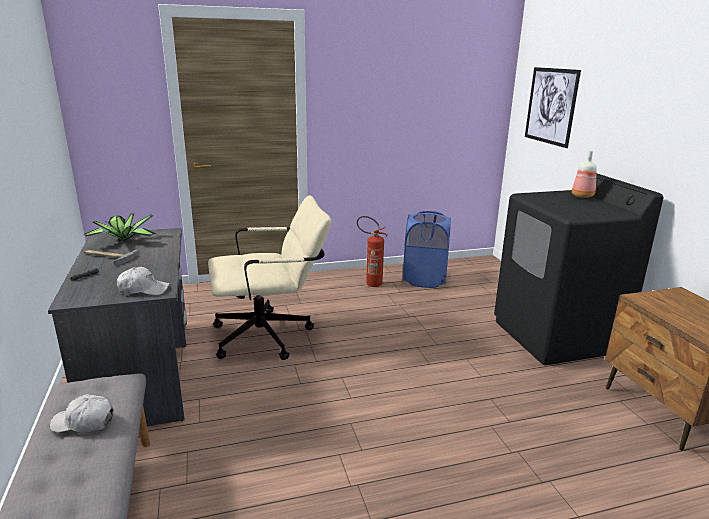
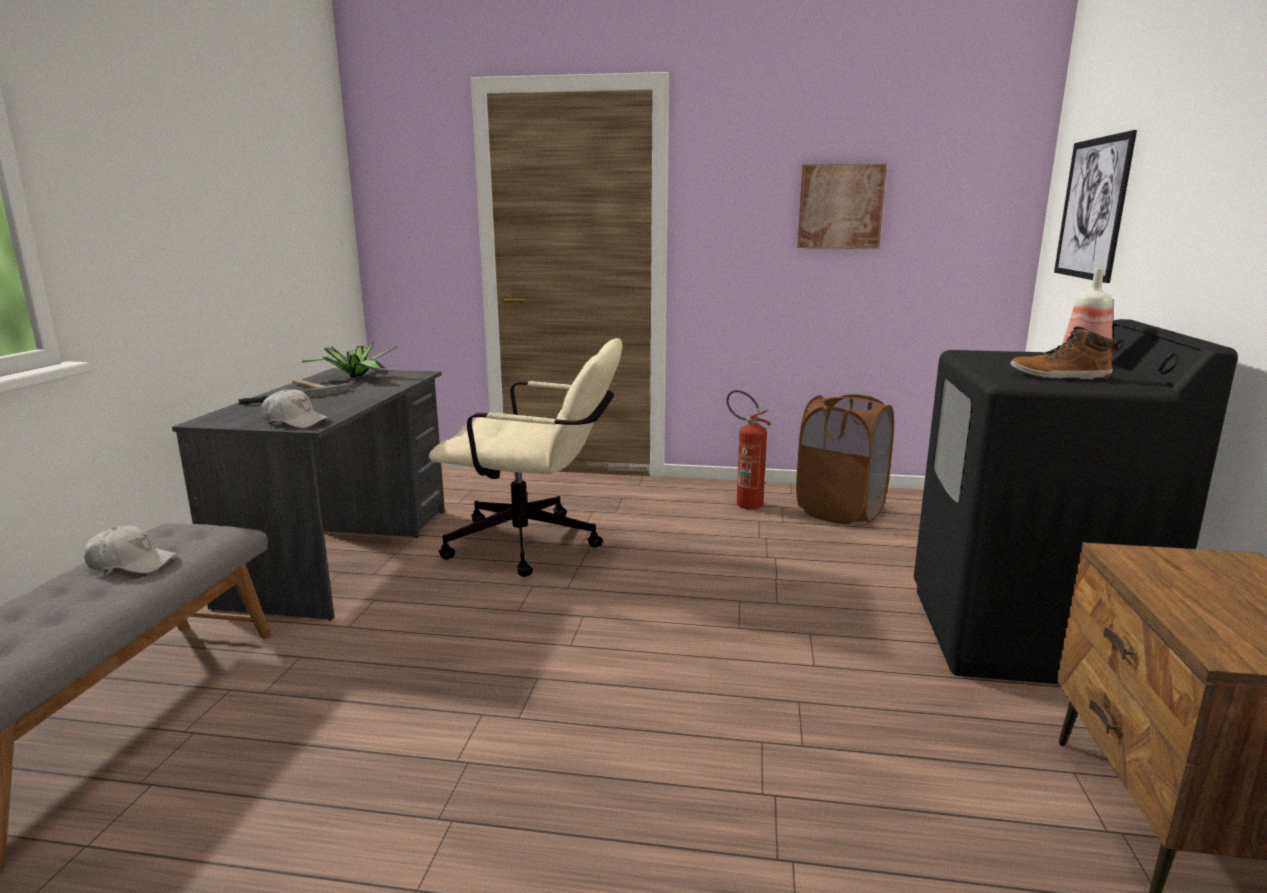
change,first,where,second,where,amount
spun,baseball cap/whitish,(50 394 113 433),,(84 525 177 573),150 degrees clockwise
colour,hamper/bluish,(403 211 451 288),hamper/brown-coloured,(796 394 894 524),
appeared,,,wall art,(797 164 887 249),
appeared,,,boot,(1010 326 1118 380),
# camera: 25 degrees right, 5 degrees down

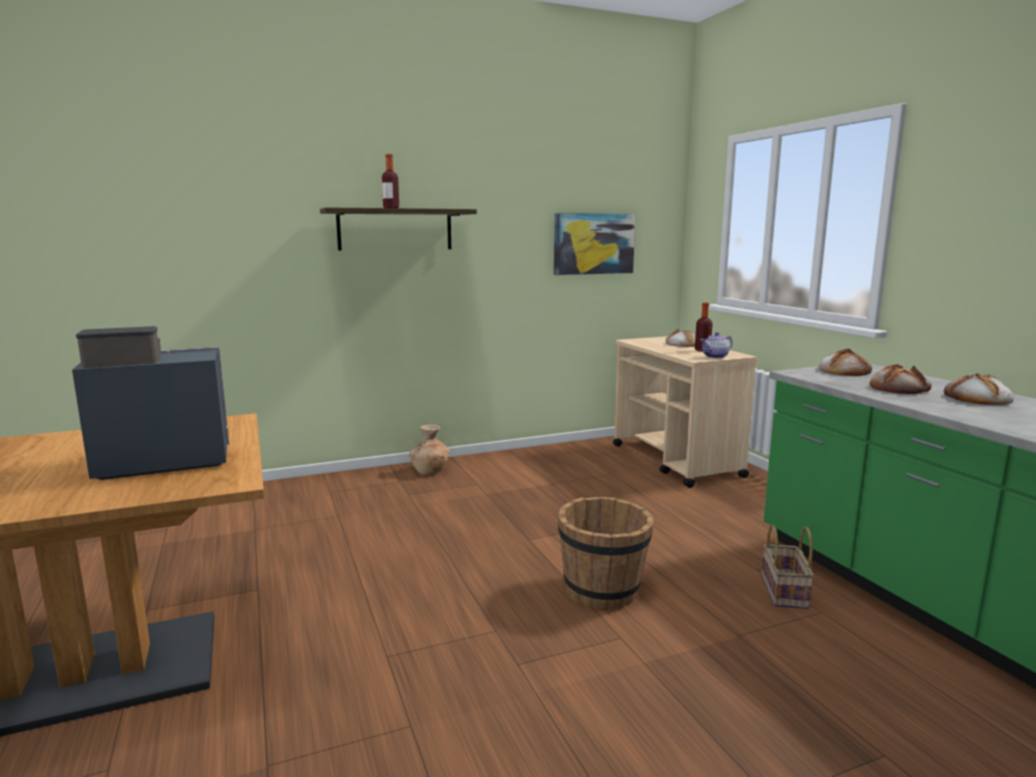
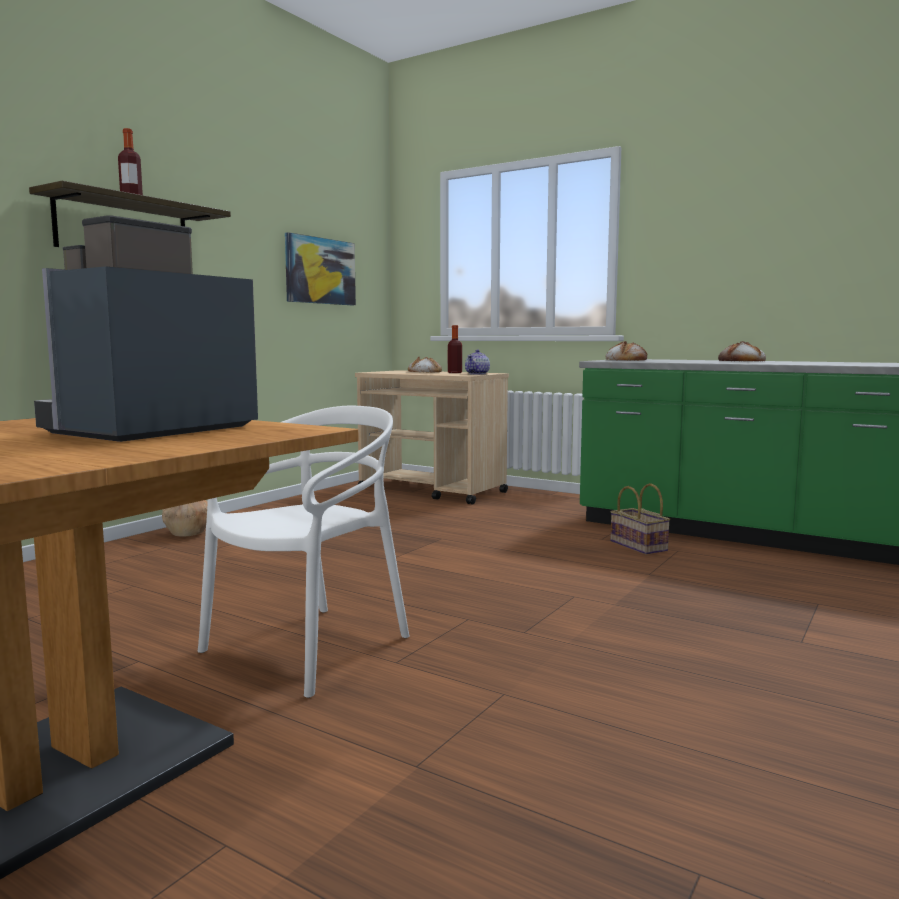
change,first,where,second,where,amount
appeared,,,chair/whitish,(197 406 409 698),
missing,water bucket/brown-coloured,(558 497 653 610),,,
missing,bread,(869 364 932 394),,,
# camera: 35 degrees left, 5 degrees down

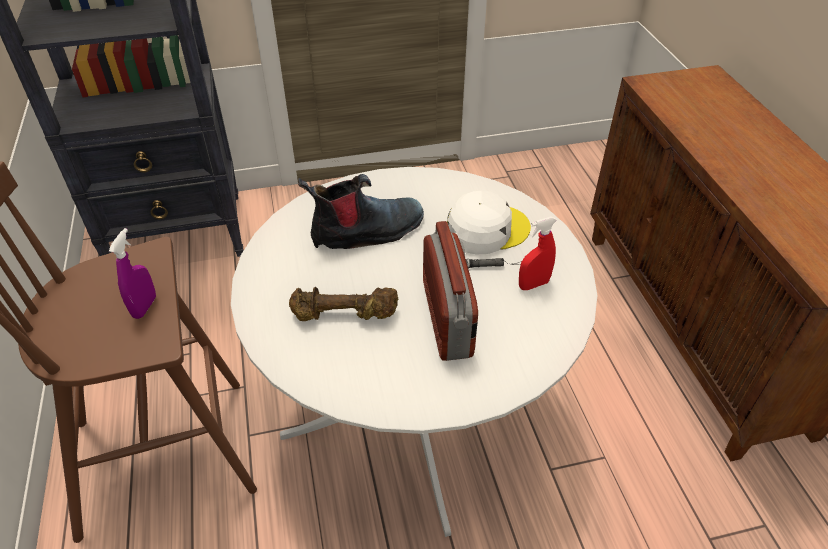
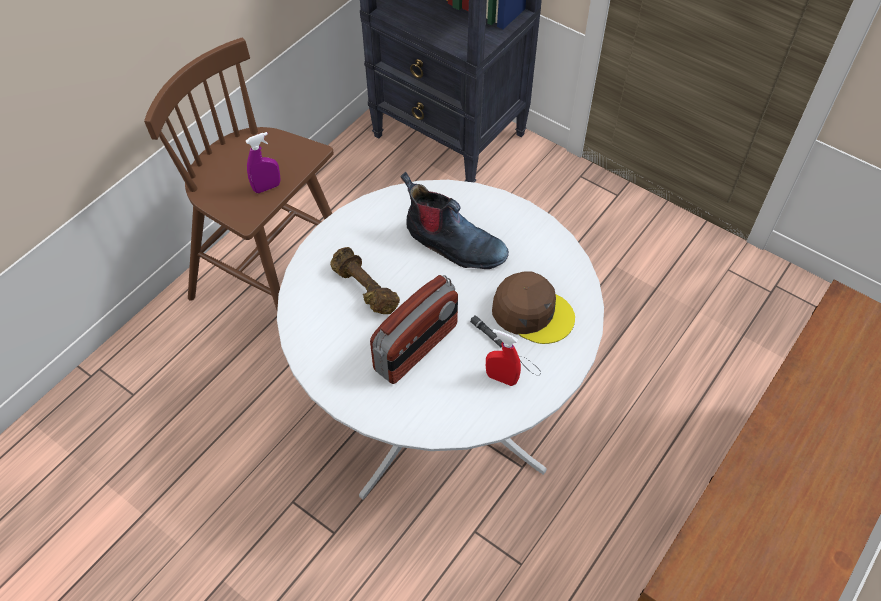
change,first,where,second,where,amount
colour,baseball cap/whitish,(447 191 531 254),baseball cap/brown-coloured,(492 272 575 344),
# camera: 50 degrees right, 10 degrees up

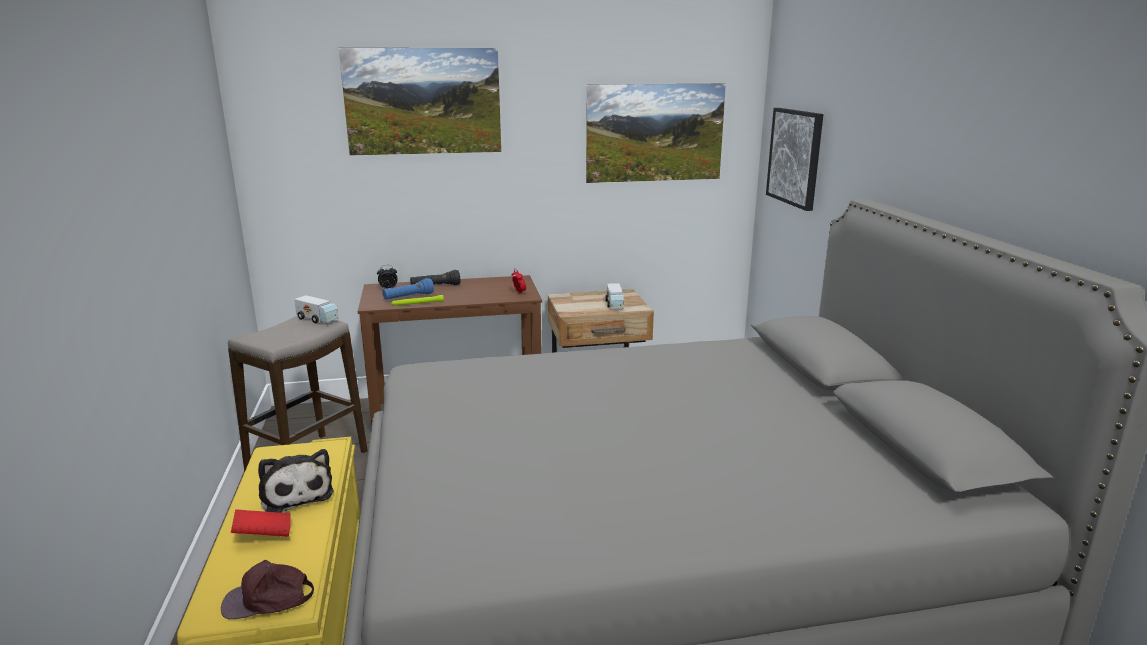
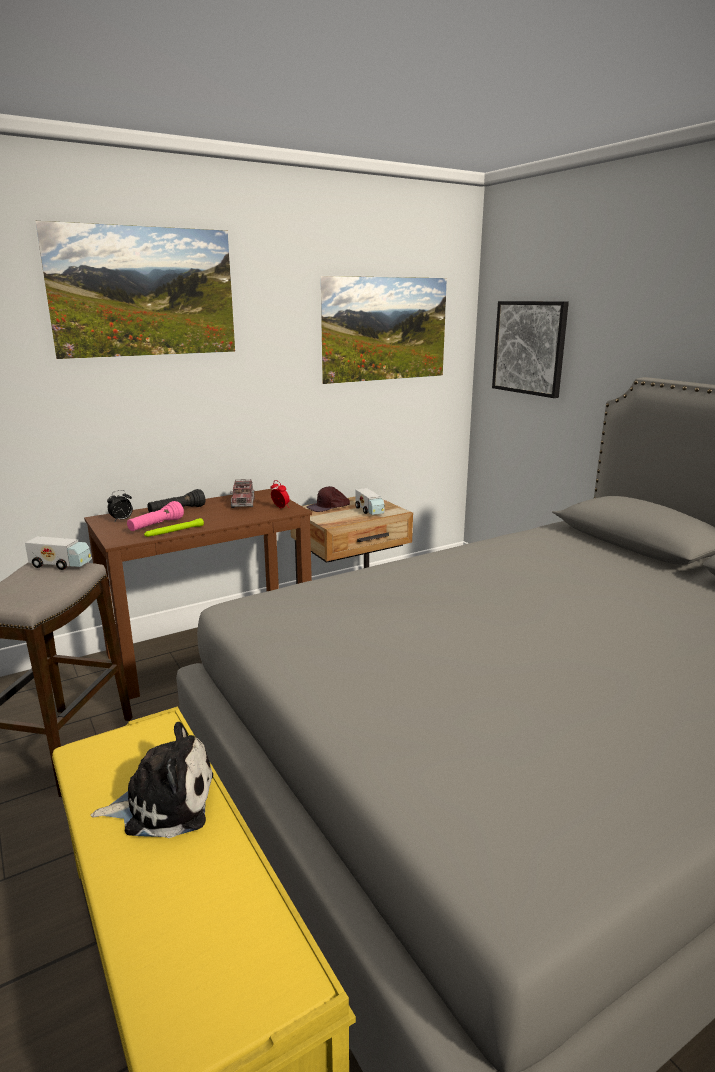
change,first,where,second,where,amount
spun,cuddly toy,(258 449 334 513),,(91 722 213 838),45 degrees counterclockwise
colour,hand torch/bluish,(383 278 434 300),hand torch/pinkish,(127 501 184 531),
appeared,,,toy truck,(230 479 254 508),
relocated,baseball cap/brown-coloured,(221 560 314 619),,(307 486 350 512),
missing,book/red-coloured,(231 509 291 537),,,
# camera: 20 degrees left, 0 degrees up

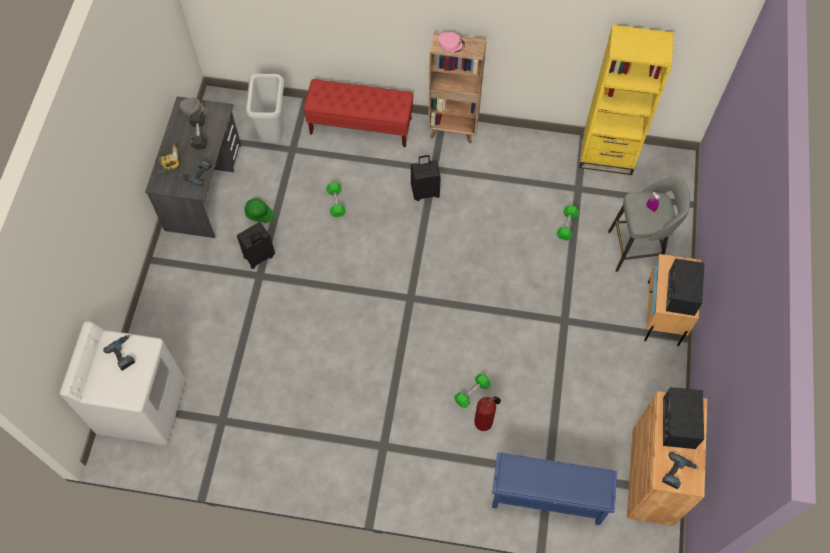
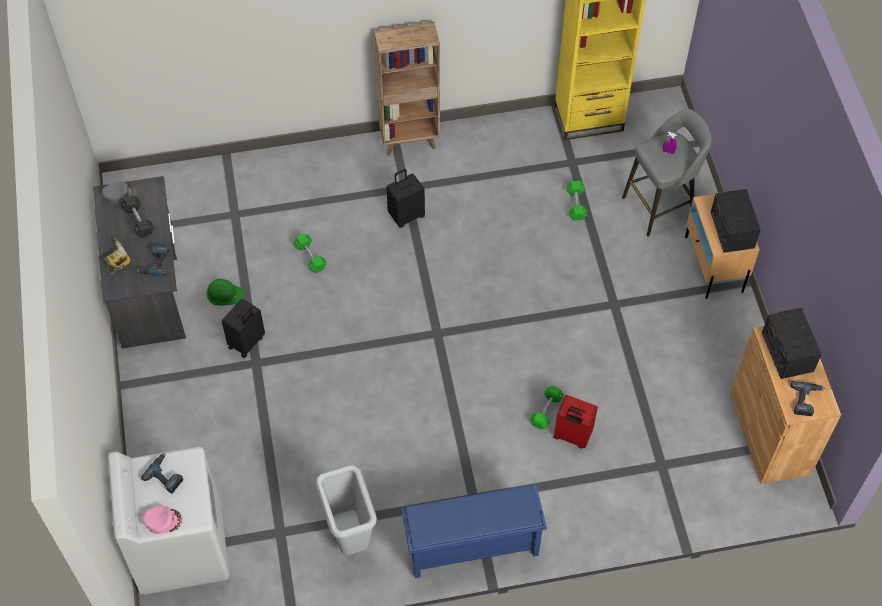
change,first,where,second,where,amount
relocated,baseball cap/pinkish,(438 33 466 53),,(142 505 182 534),
relocated,waste bin/grey,(246 74 284 143),,(316 465 377 555),
relocated,shoe stand/bluish,(492 452 617 525),,(401 484 547 578),
exchanged,extinguisher,(475 396 501 431),travel case/red-coloured,(554 395 598 448),
missing,bench/red-coloured,(304 79 413 147),,,
# camera: 20 degrees left, 5 degrees down

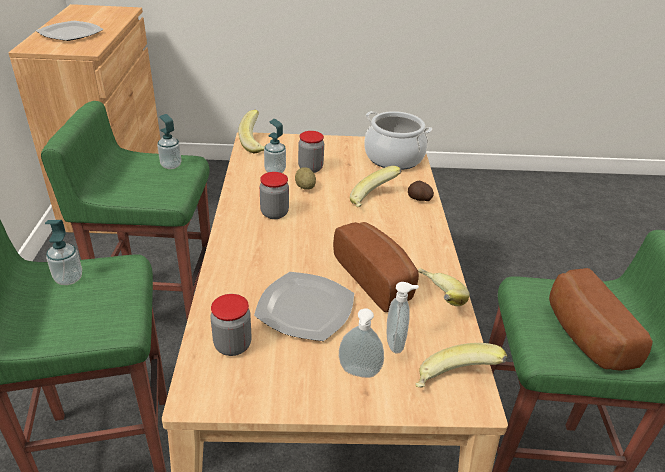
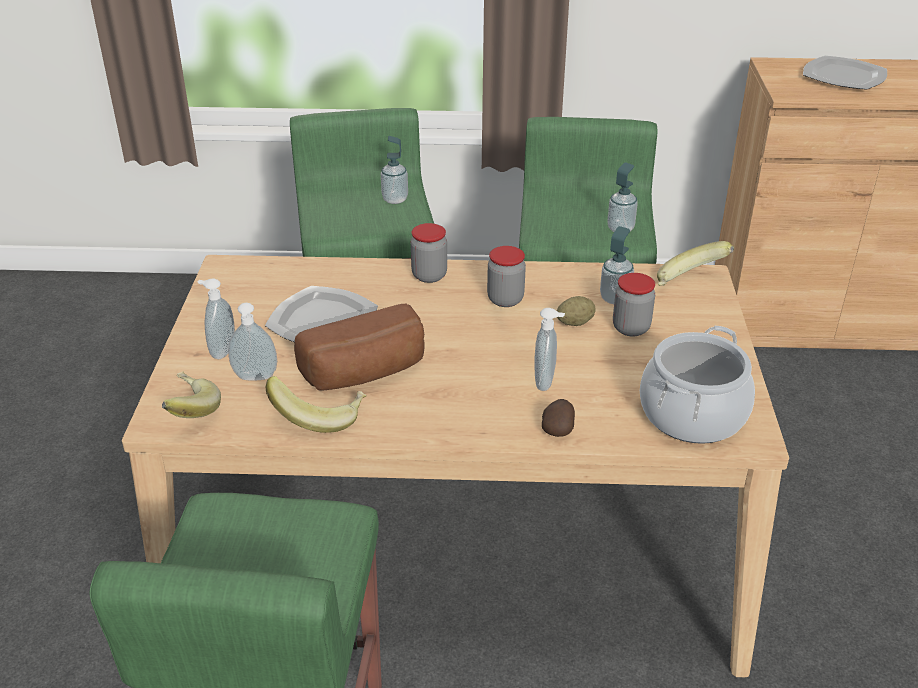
change,first,where,second,where,amount
relocated,jar,(211 294 252 356),,(411 223 447 283),
exchanged,banana fruit,(350 166 401 207),liquid soap bottle,(534 308 565 391),
missing,bread,(549 268 653 371),,,
# camera: 95 degrees right, 0 degrees up

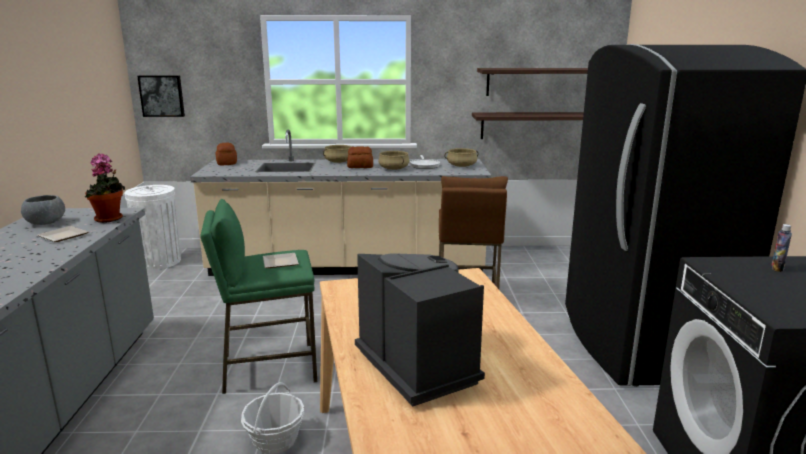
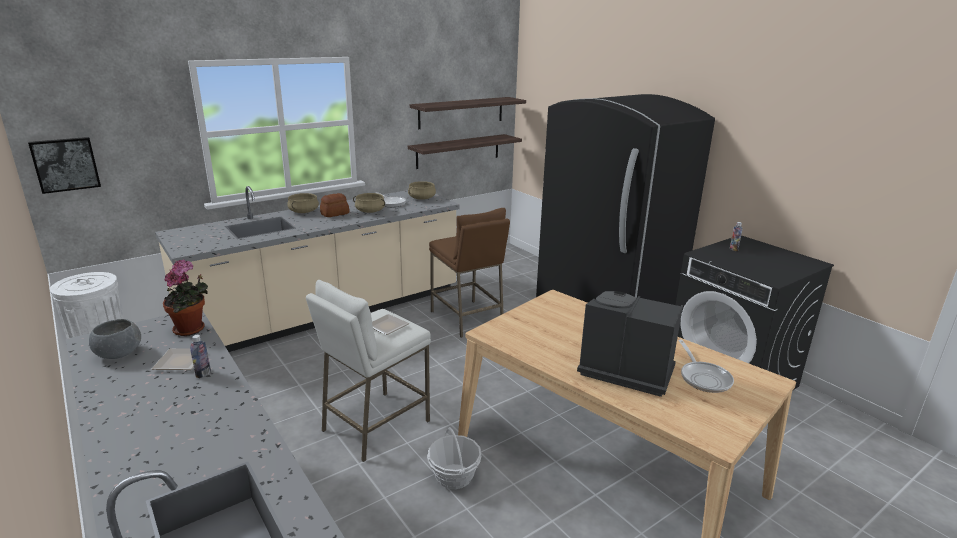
change,first,where,second,where,amount
appeared,,,drink bottle,(190 335 211 378),
colour,stool/greenish,(200 199 317 394),stool/whitish,(306 280 431 462),
appeared,,,skillet,(678 340 734 393),
missing,bread,(216 143 237 166),,,
# camera: 35 degrees left, 5 degrees up

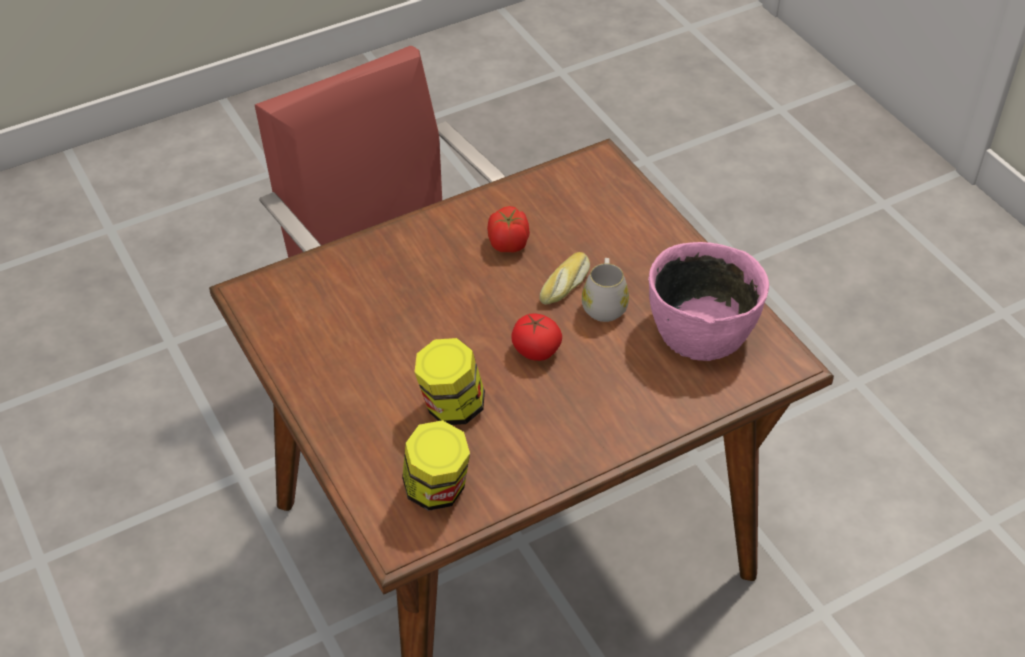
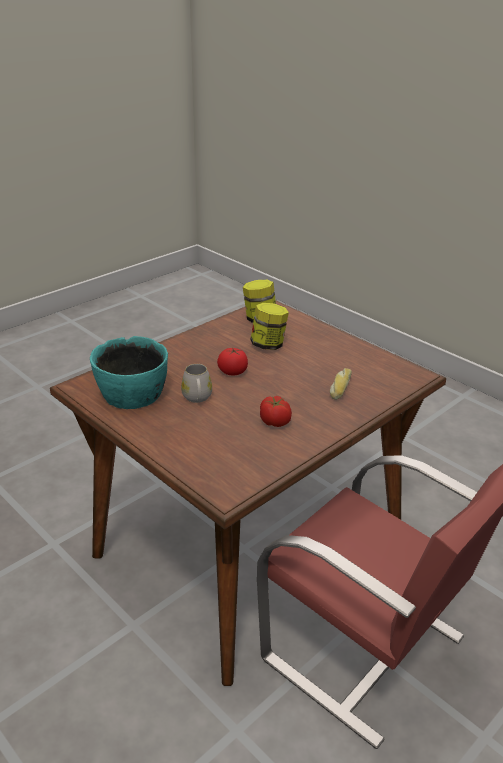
change,first,where,second,where,amount
colour,deep dish/pinkish,(648 242 769 361),deep dish/blue-green,(90 336 168 409),
relocated,bread,(539 252 590 305),,(330 368 352 400),
# camera: 165 degrees right, 15 degrees down

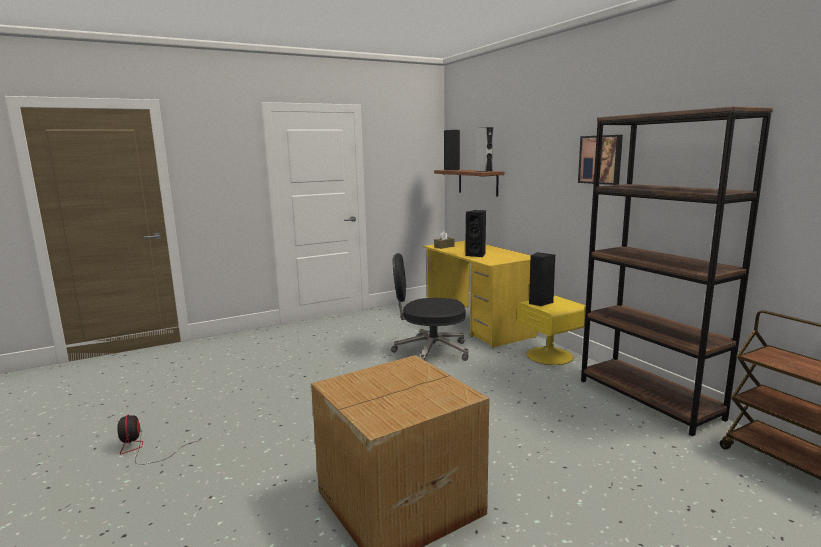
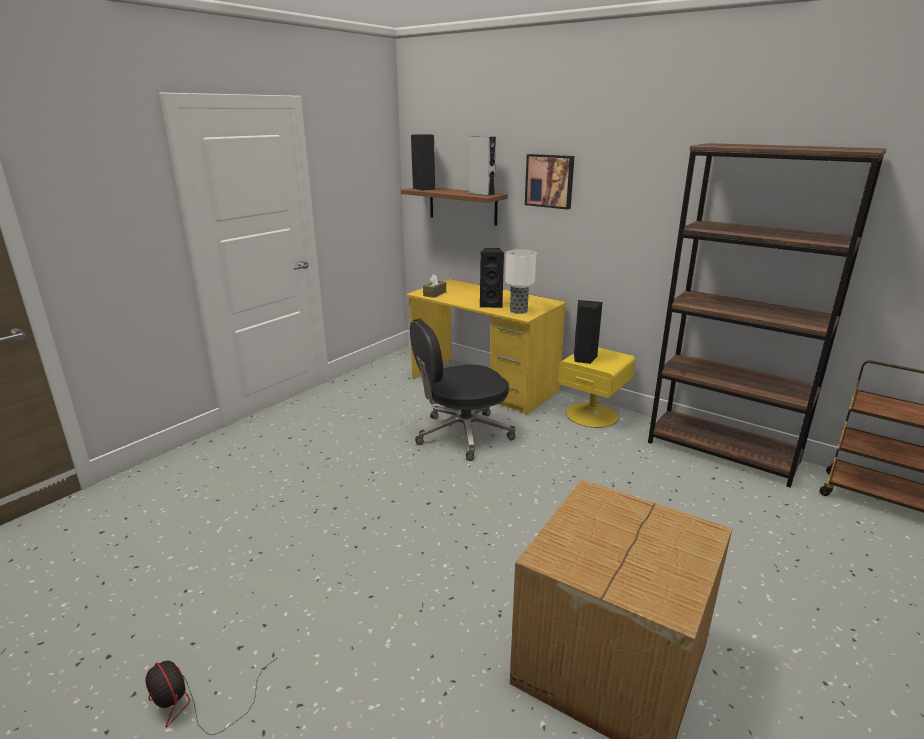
change,first,where,second,where,amount
appeared,,,table lamp,(505 249 536 314),
relocated,wall art,(578 135 623 185),,(525 154 574 209),
# camera: 25 degrees left, 10 degrees up

